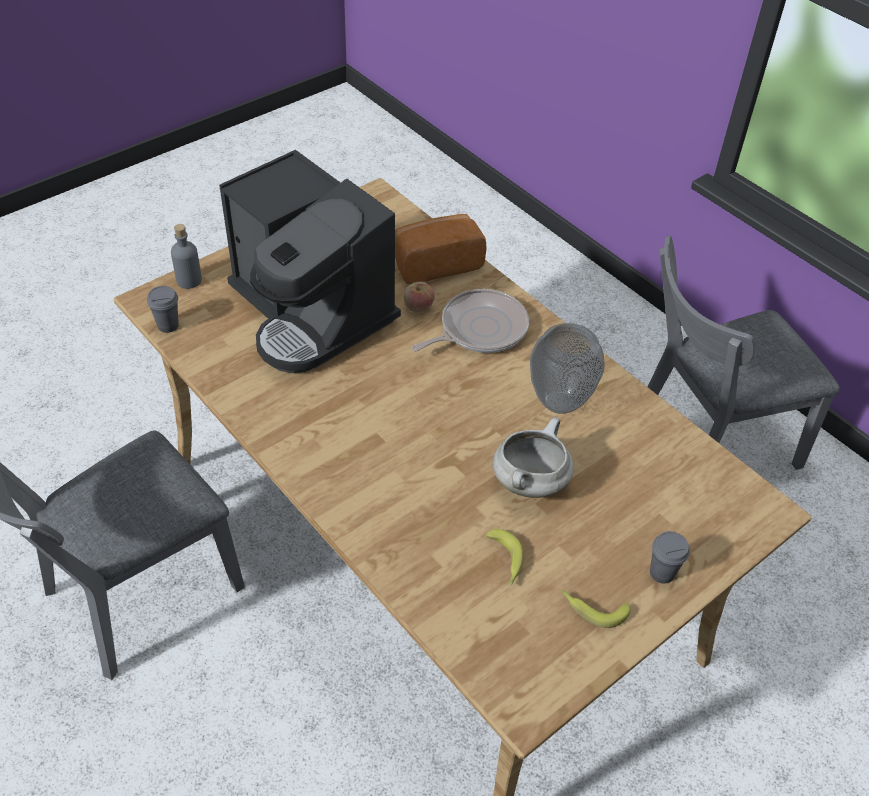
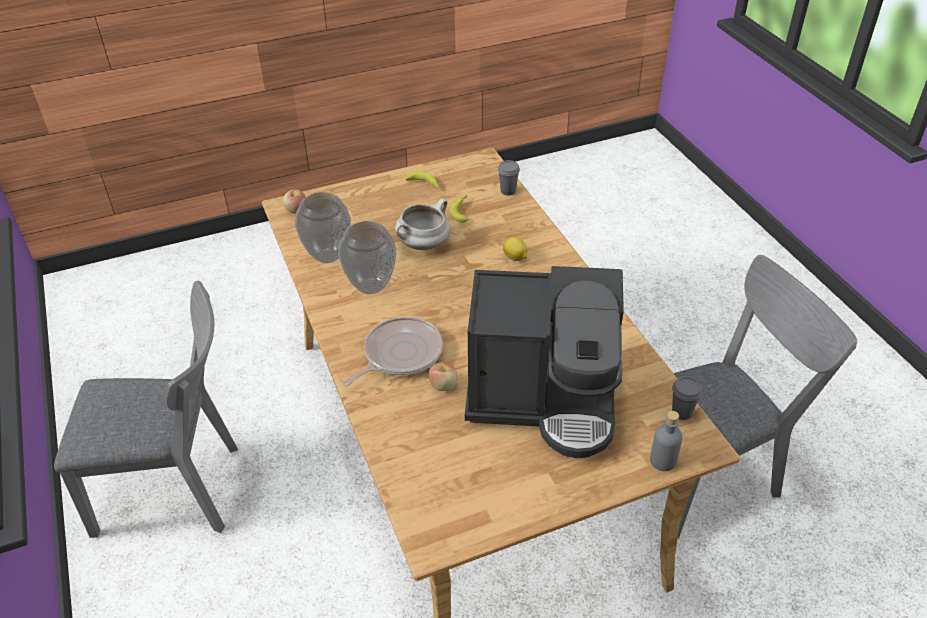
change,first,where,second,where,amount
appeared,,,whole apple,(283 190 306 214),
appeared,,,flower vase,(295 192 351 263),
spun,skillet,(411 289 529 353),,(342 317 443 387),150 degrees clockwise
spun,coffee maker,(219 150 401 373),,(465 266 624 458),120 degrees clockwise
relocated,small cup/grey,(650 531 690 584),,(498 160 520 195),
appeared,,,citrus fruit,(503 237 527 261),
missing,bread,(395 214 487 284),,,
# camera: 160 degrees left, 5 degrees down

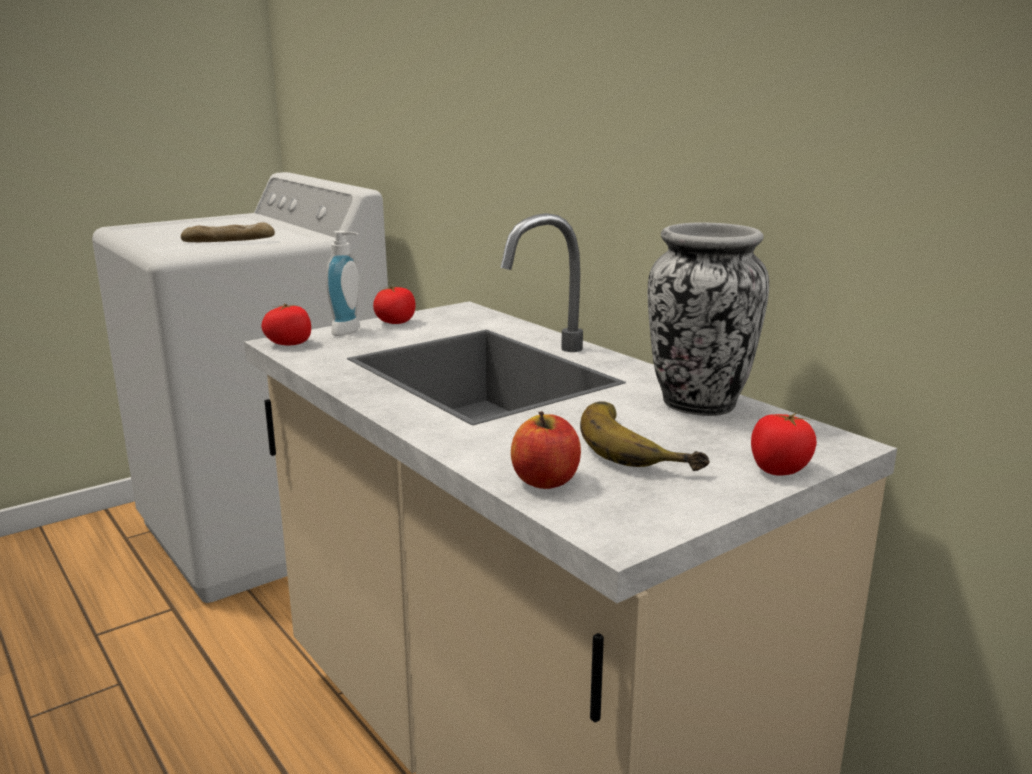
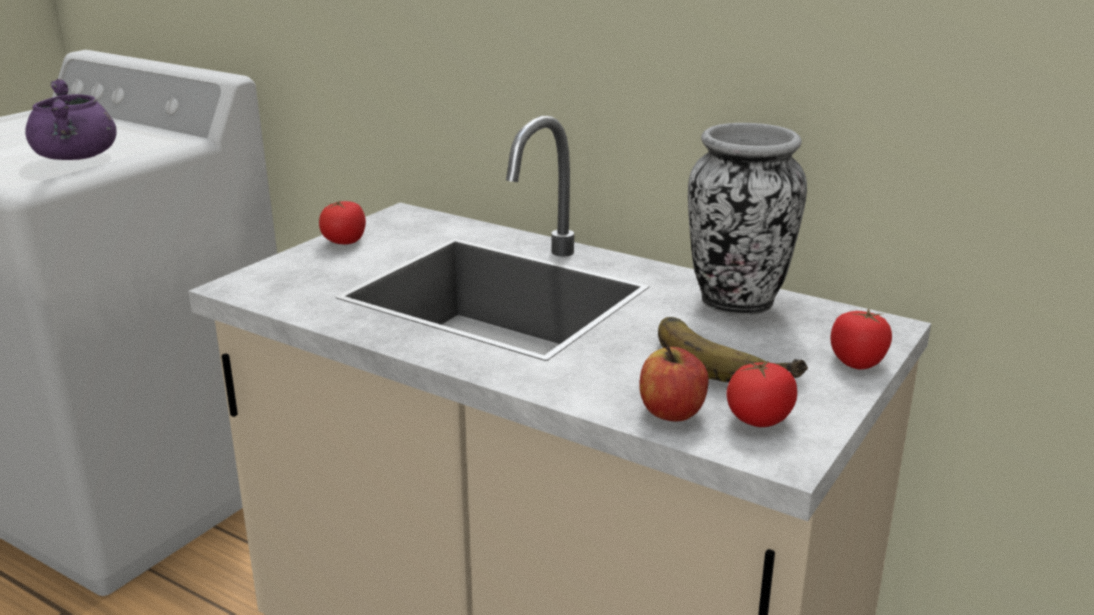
change,first,where,second,where,amount
exchanged,bread,(181 222 275 242),cooking pot/purple-coloured,(25 78 117 160),
relocated,tomato,(261 303 311 345),,(727 360 797 427),
missing,liquid soap bottle,(326 231 360 336),,,
# camera: 20 degrees left, 5 degrees up

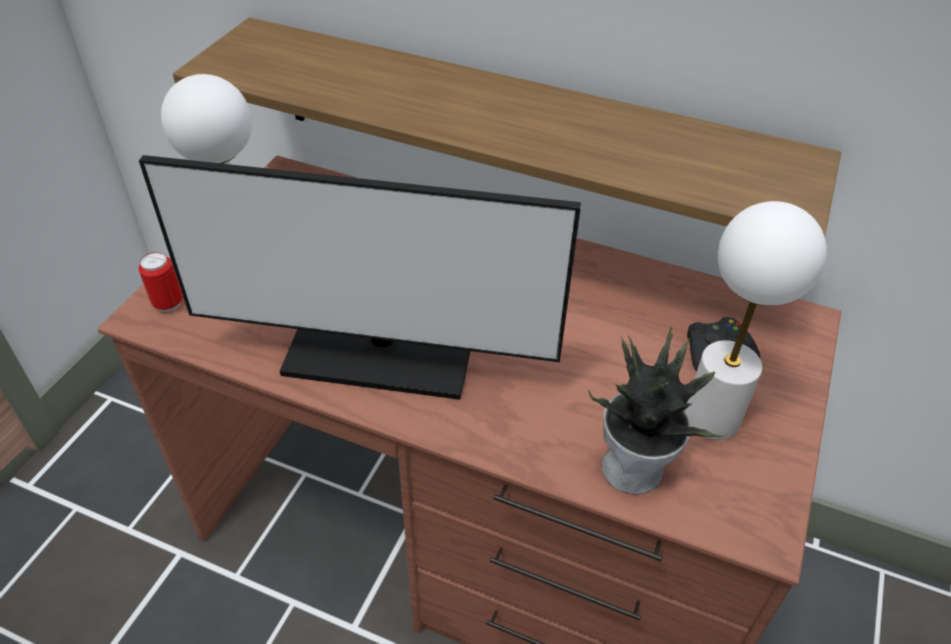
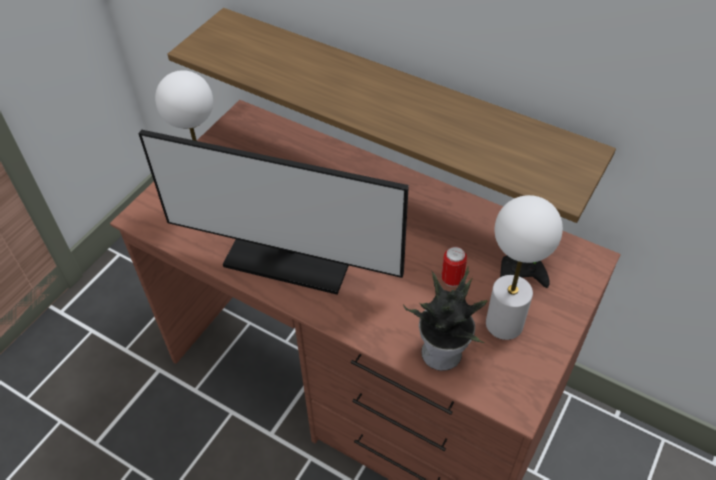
change,first,where,second,where,amount
relocated,metal can,(138 252 183 312),,(441 247 467 287),
# camera: 10 degrees right, 5 degrees up

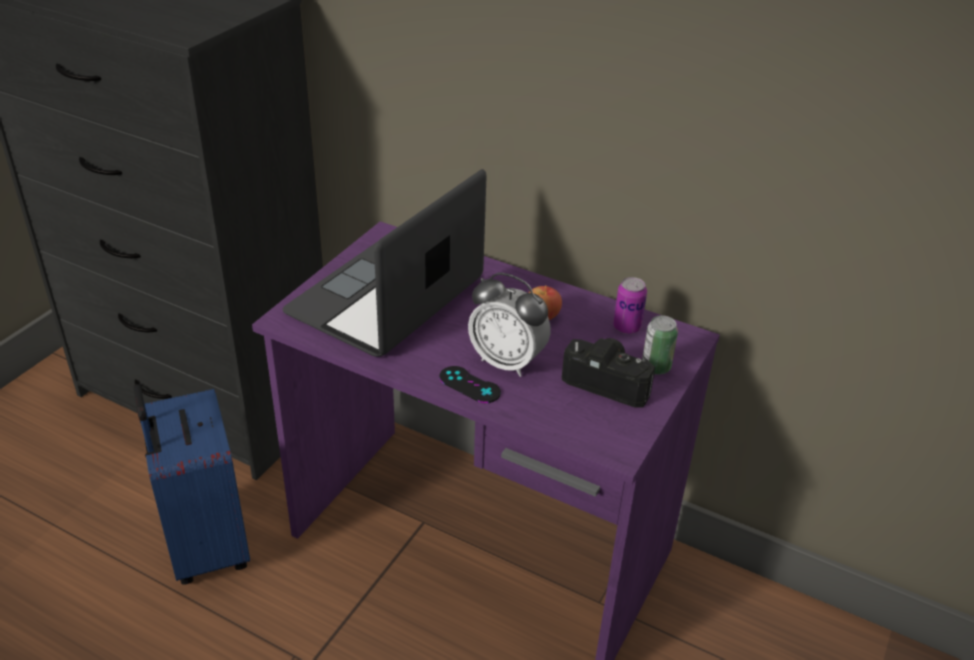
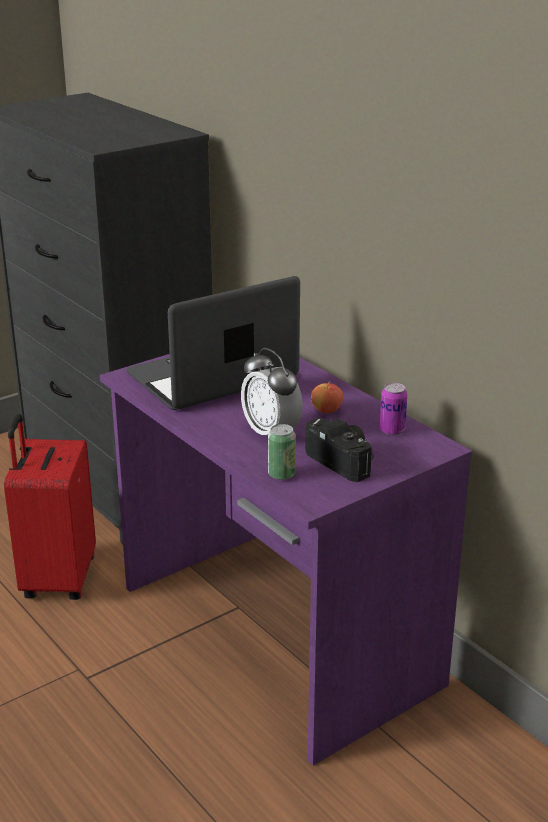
change,first,where,second,where,amount
colour,travel case/bluish,(134 384 250 585),travel case/red-coloured,(4 414 96 600),
relocated,metal can,(642 315 678 375),,(268 424 296 480),
missing,game controller/black-coloured,(439 366 501 403),,,
# camera: 25 degrees right, 10 degrees down

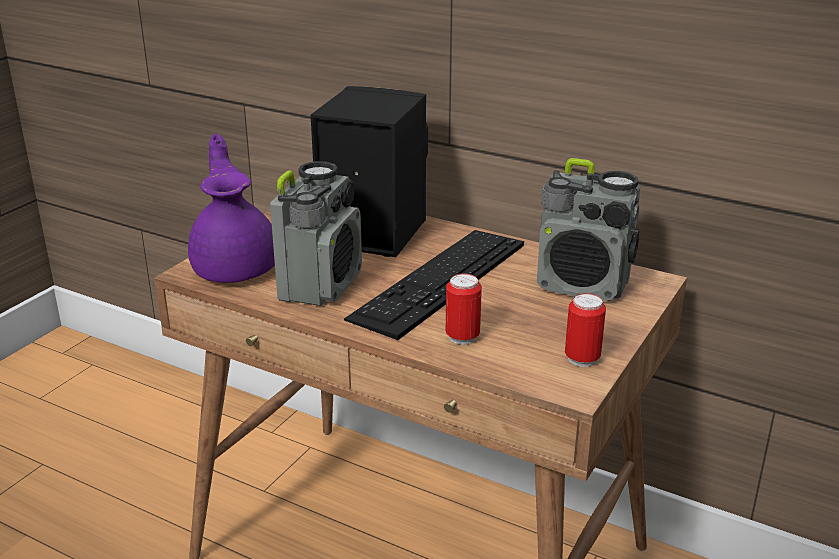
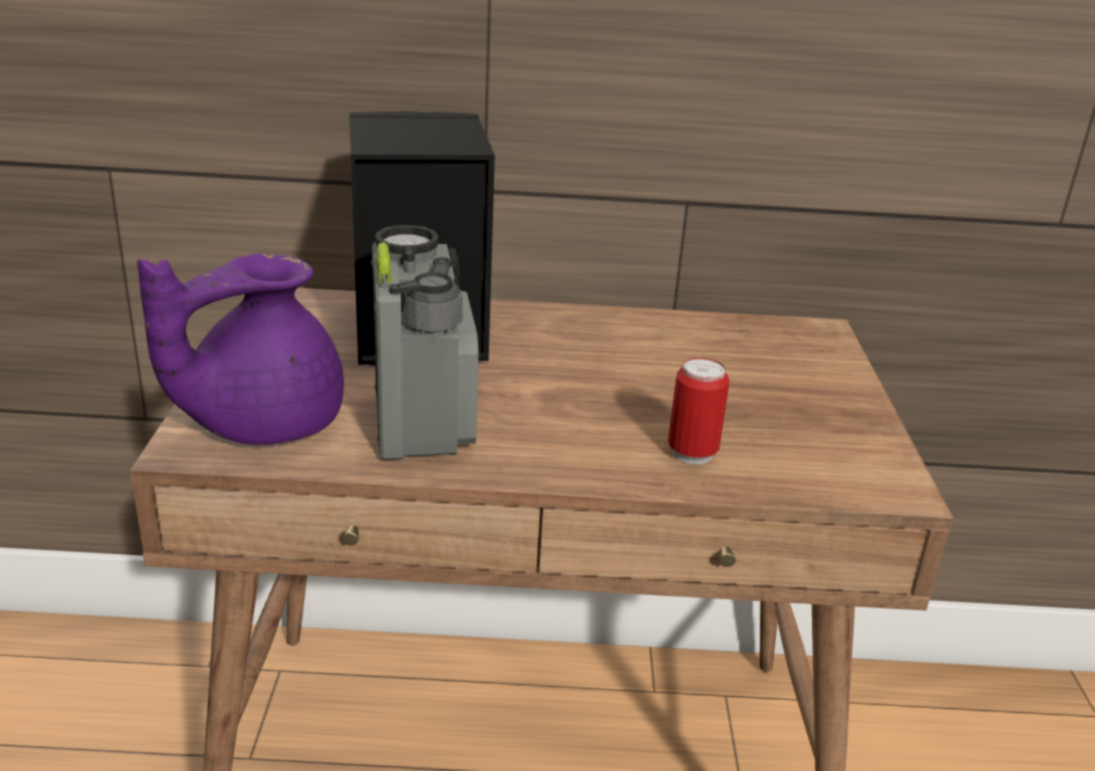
change,first,where,second,where,amount
spun,tea pot/purple-coloured,(188 134 275 283),,(137 253 344 445),90 degrees counterclockwise
missing,PC keyboard,(344 230 524 340),,,
missing,radio,(537 158 640 301),,,
missing,metal can,(565 293 606 367),,,
# camera: 30 degrees left, 0 degrees up

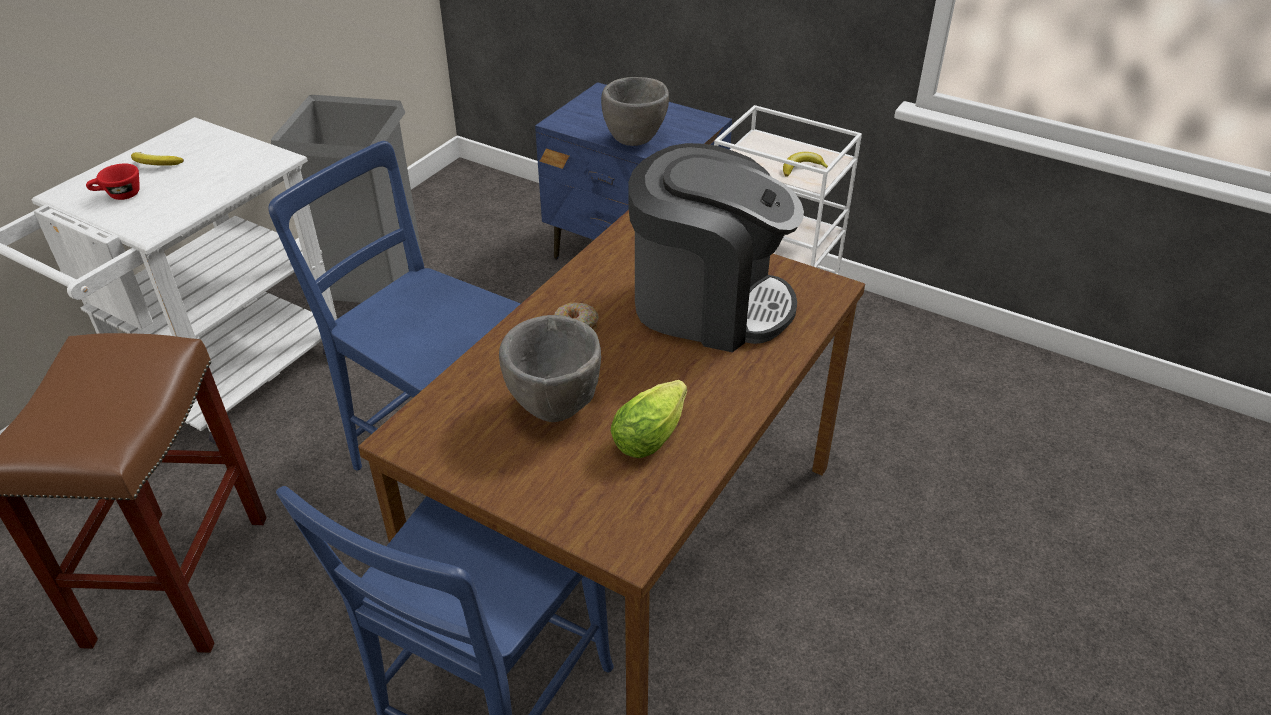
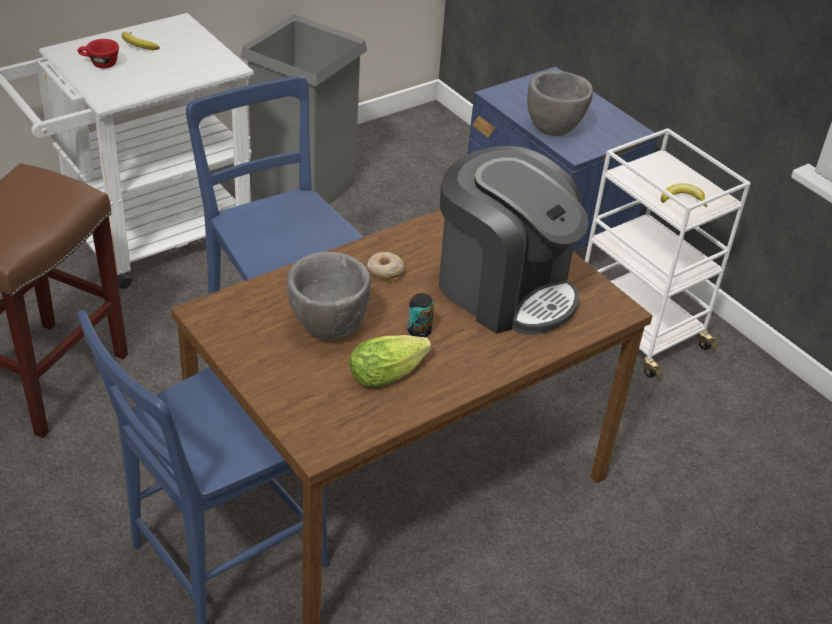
change,first,where,second,where,amount
appeared,,,metal can,(407 293 434 337),
# camera: 20 degrees right, 0 degrees up

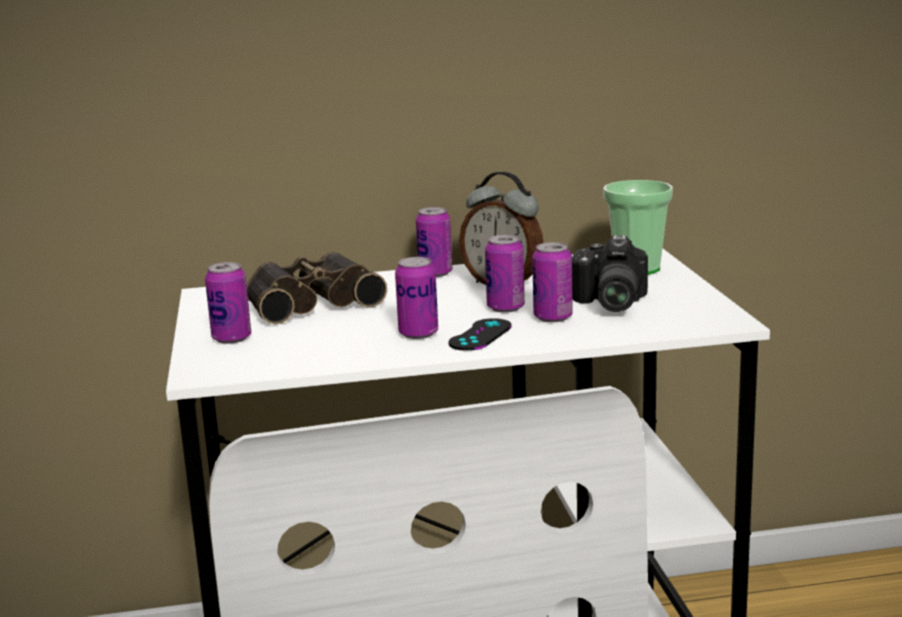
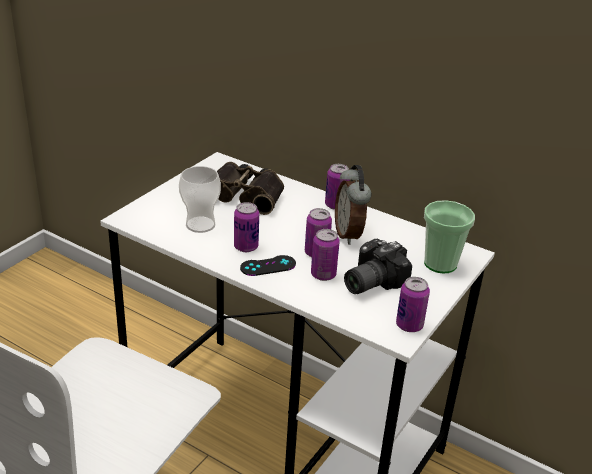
change,first,where,second,where,amount
appeared,,,small cup,(179 166 221 233),
relocated,metal can,(205 262 251 344),,(396 277 430 332),
# camera: 40 degrees right, 15 degrees up

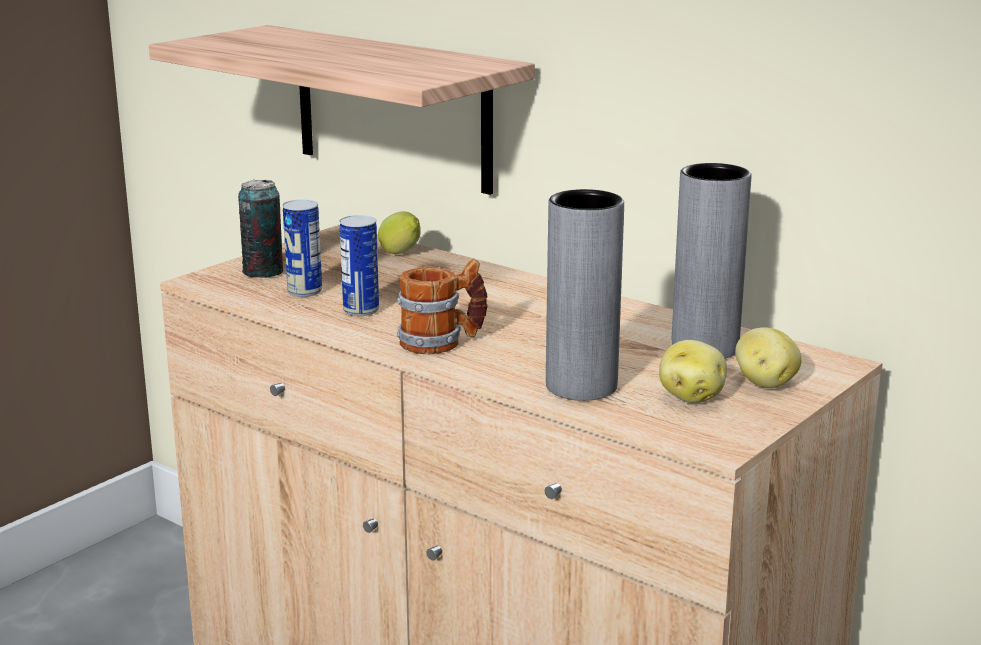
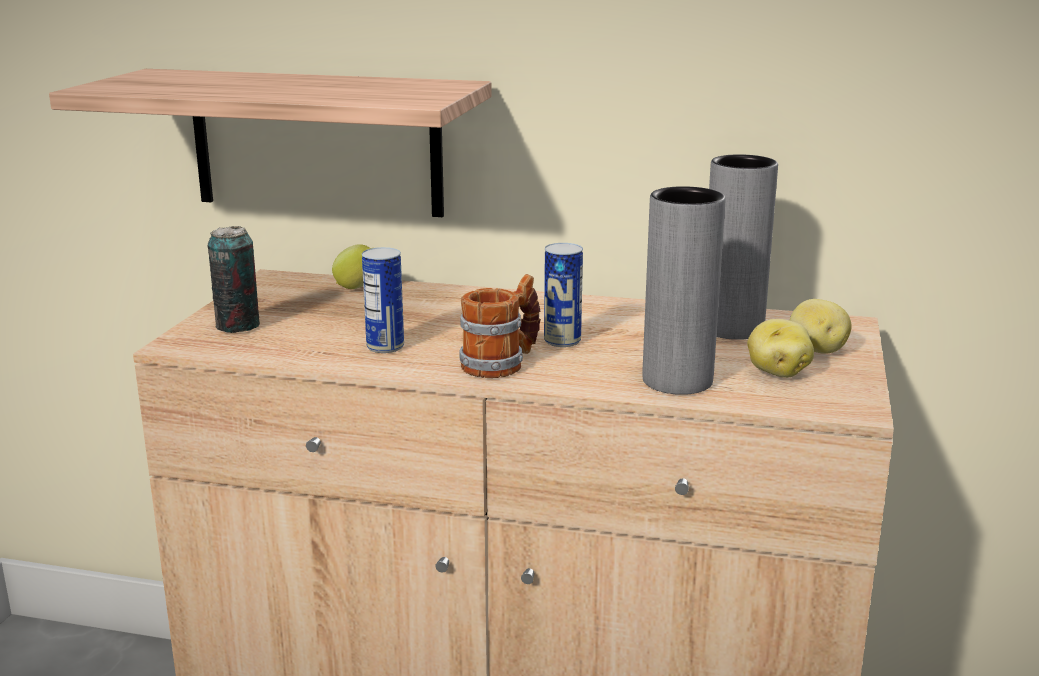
change,first,where,second,where,amount
relocated,metal can,(283 199 322 297),,(544 243 583 347),
# camera: 25 degrees left, 0 degrees up

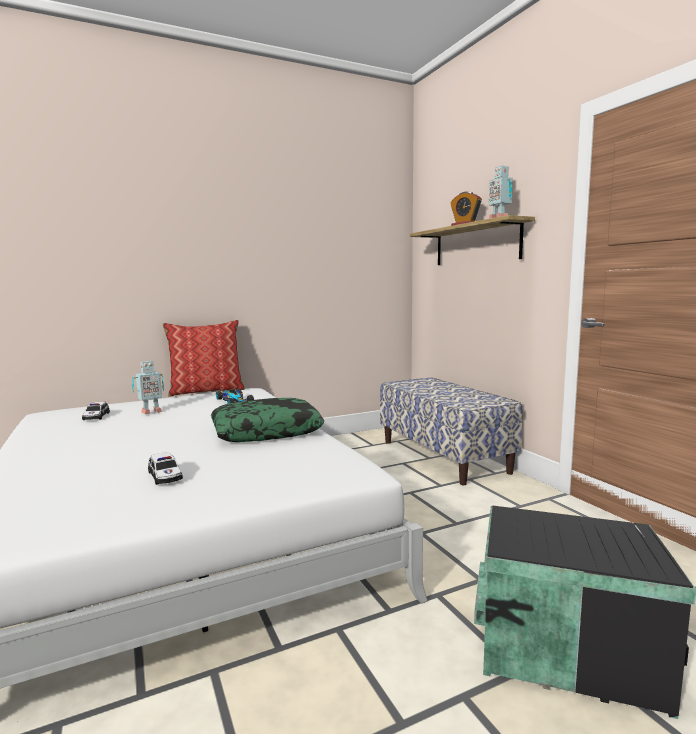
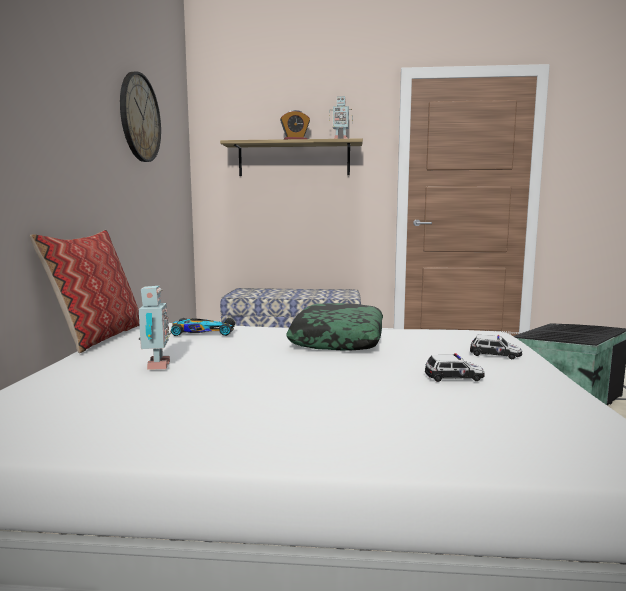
change,first,where,second,where,amount
appeared,,,hanging clock,(120 72 161 162),
relocated,toy car,(82 402 110 420),,(470 335 522 359),
# camera: 60 degrees left, 0 degrees up

